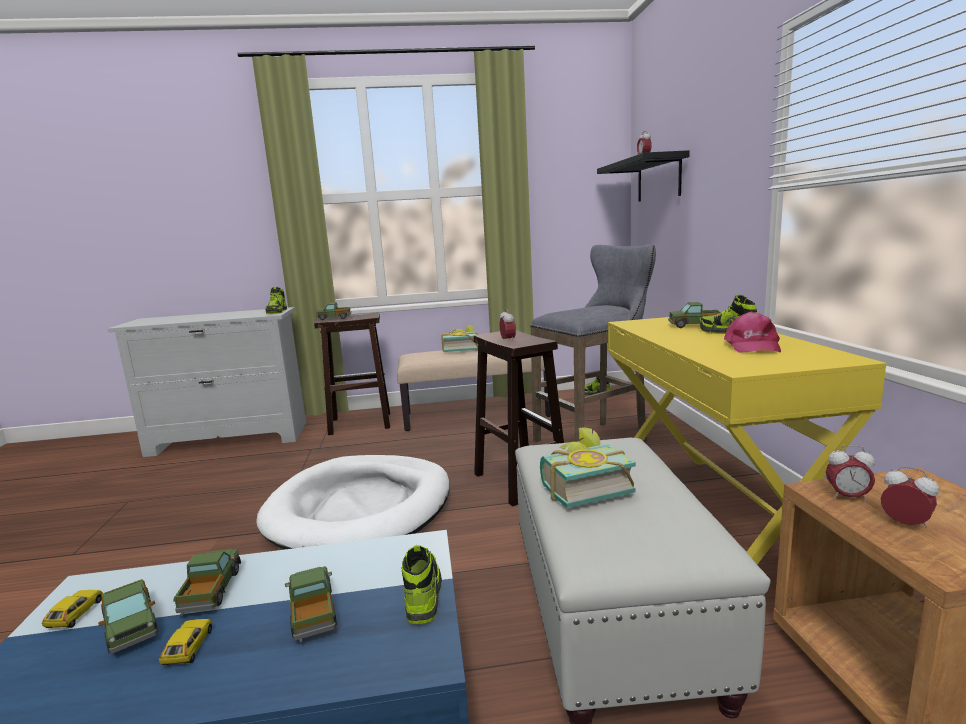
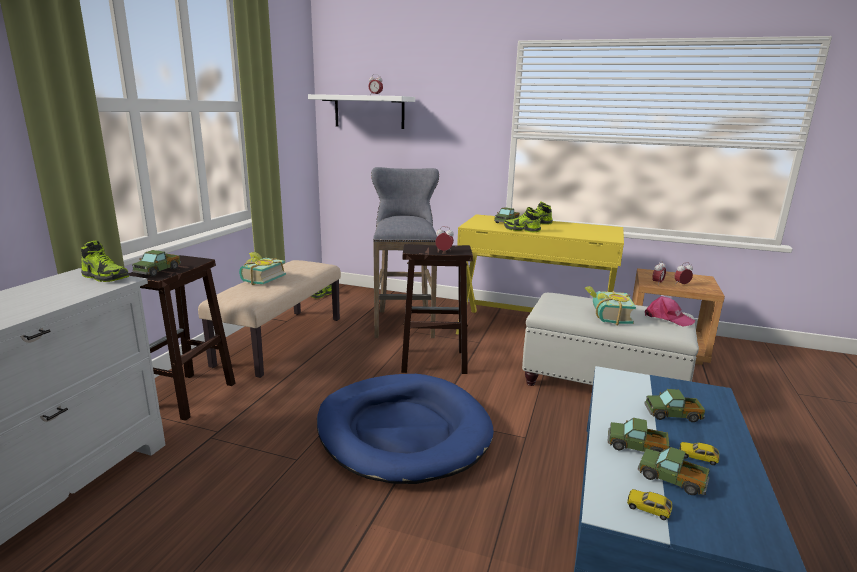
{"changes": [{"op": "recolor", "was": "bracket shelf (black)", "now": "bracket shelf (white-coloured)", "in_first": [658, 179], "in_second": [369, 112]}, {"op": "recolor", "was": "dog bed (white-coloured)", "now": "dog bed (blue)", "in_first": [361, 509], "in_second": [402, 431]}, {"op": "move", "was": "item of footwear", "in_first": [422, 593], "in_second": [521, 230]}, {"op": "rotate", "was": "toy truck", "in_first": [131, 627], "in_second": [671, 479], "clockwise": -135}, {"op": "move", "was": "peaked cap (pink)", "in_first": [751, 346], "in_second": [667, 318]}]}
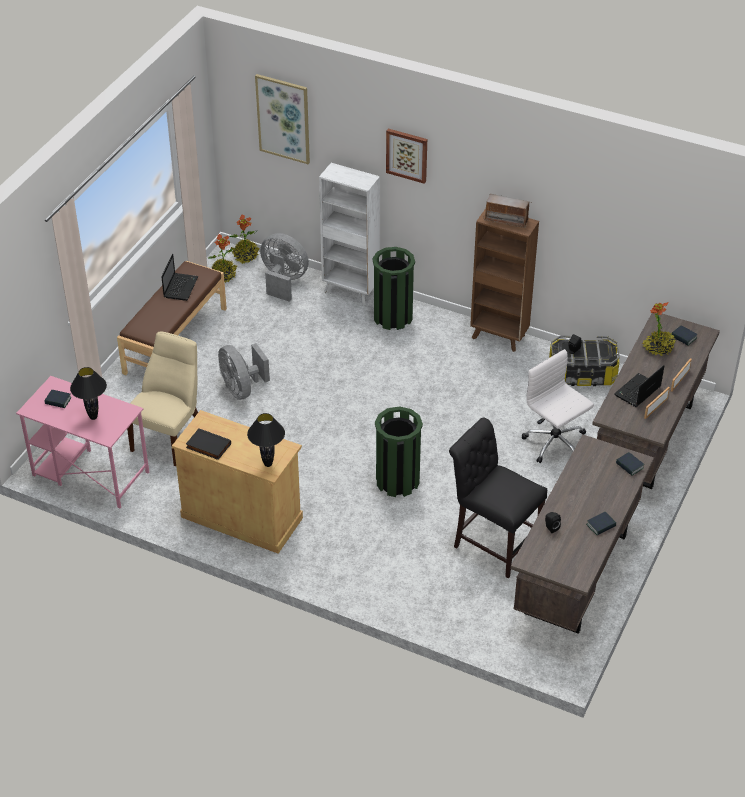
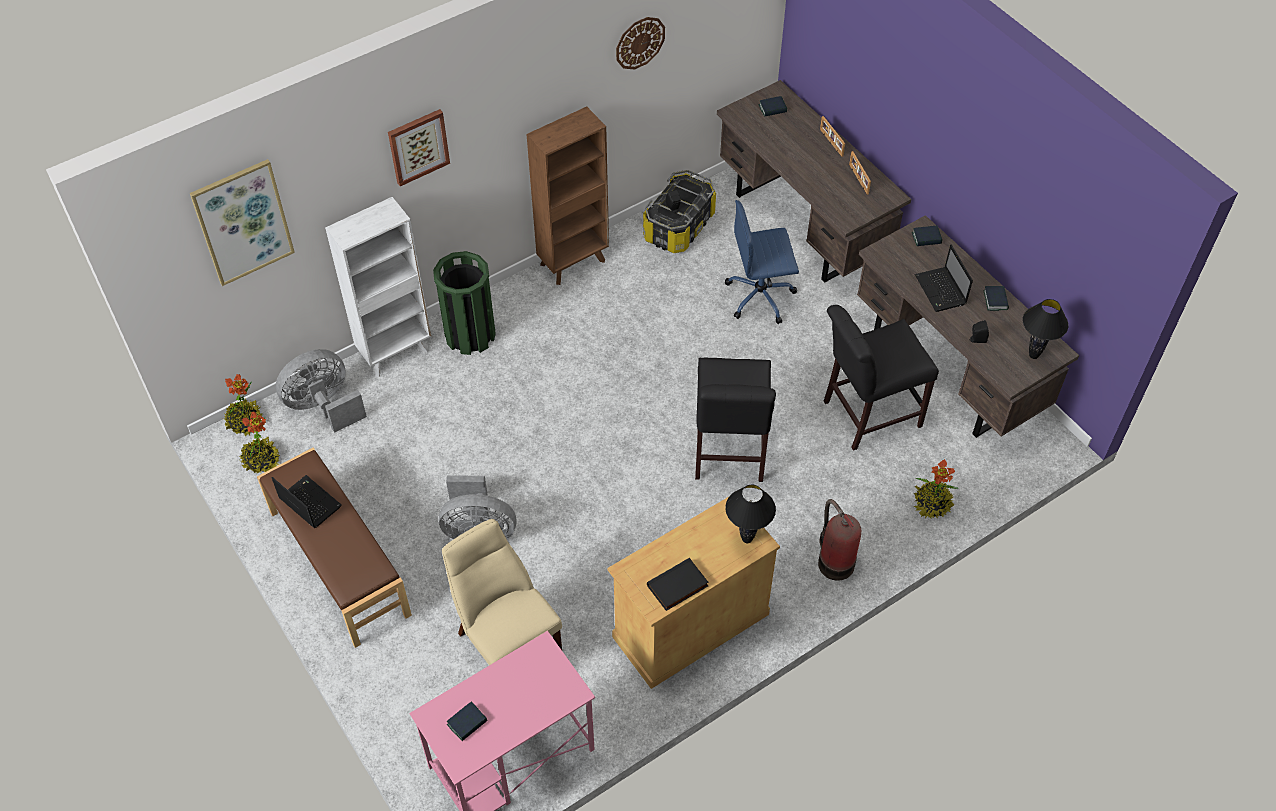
{"changes": [{"op": "insert", "now": "wall clock", "in_second": [640, 42]}, {"op": "replace", "was": "waste bin (green-coloured)", "now": "upright chair (black)", "in_first": [397, 481], "in_second": [728, 453]}, {"op": "recolor", "was": "computer chair (white-coloured)", "now": "computer chair (blue)", "in_first": [555, 443], "in_second": [761, 296]}, {"op": "insert", "now": "fire-fighting cylinder", "in_second": [834, 561]}, {"op": "move", "was": "houseplant", "in_first": [658, 347], "in_second": [932, 504]}, {"op": "move", "was": "laptop", "in_first": [637, 392], "in_second": [941, 291]}, {"op": "move", "was": "lamp for a table (black)", "in_first": [93, 417], "in_second": [1033, 355]}, {"op": "delete", "was": "radio receiver", "in_first": [506, 220]}]}
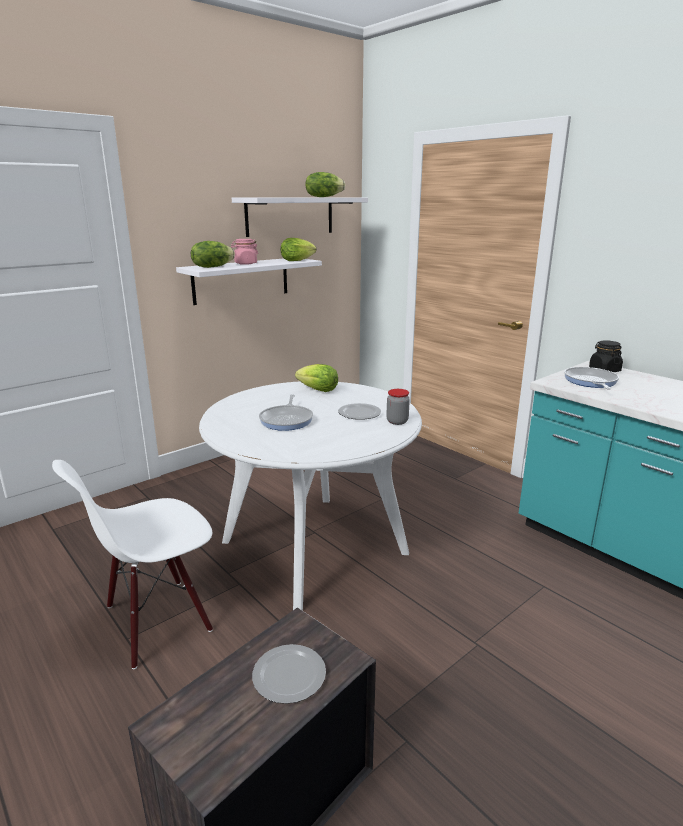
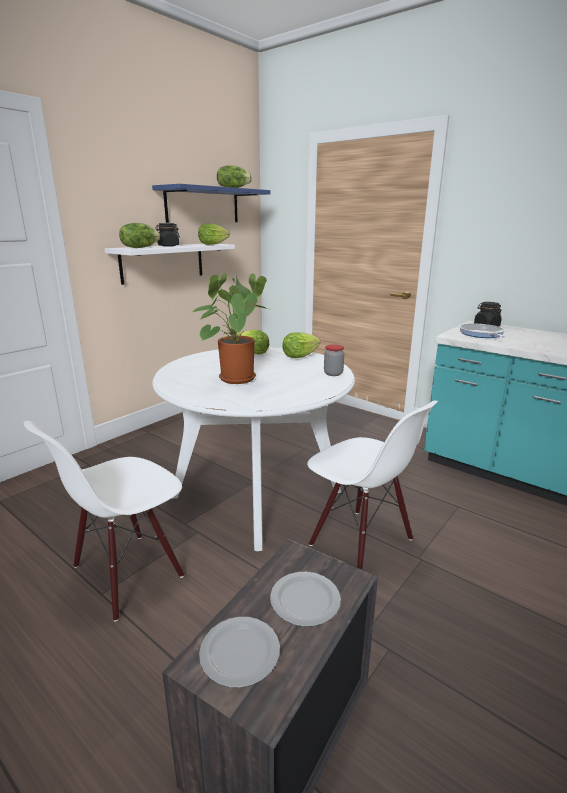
{"changes": [{"op": "recolor", "was": "bracket shelf (white-coloured)", "now": "bracket shelf (blue)", "in_first": [290, 216], "in_second": [203, 205]}, {"op": "recolor", "was": "preserve jar (pink)", "now": "preserve jar (black)", "in_first": [245, 263], "in_second": [168, 246]}, {"op": "replace", "was": "skillet", "now": "houseplant", "in_first": [287, 420], "in_second": [235, 377]}, {"op": "move", "was": "flat dish", "in_first": [358, 413], "in_second": [238, 652]}, {"op": "insert", "now": "lettuce", "in_second": [299, 356]}, {"op": "insert", "now": "upright chair (white-coloured)", "in_second": [360, 543]}]}
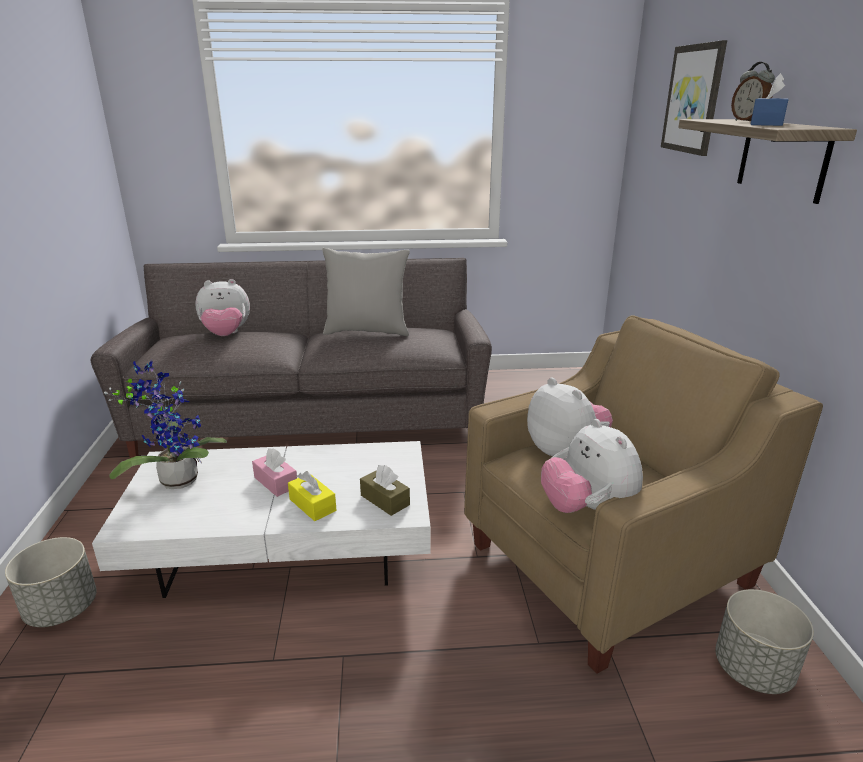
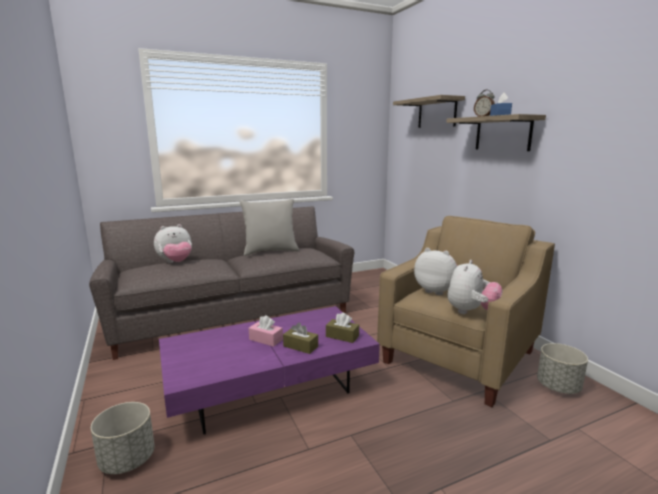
{"changes": [{"op": "recolor", "was": "lounge table (white-coloured)", "now": "lounge table (purple-coloured)", "in_first": [285, 549], "in_second": [270, 388]}, {"op": "recolor", "was": "box of tissues (yellow-coloured)", "now": "box of tissues (brown)", "in_first": [312, 505], "in_second": [300, 346]}, {"op": "replace", "was": "wall art", "now": "bracket shelf", "in_first": [693, 99], "in_second": [437, 113]}, {"op": "rotate", "was": "soft toy", "in_first": [587, 509], "in_second": [471, 312], "clockwise": -105}, {"op": "delete", "was": "houseplant", "in_first": [177, 478]}]}
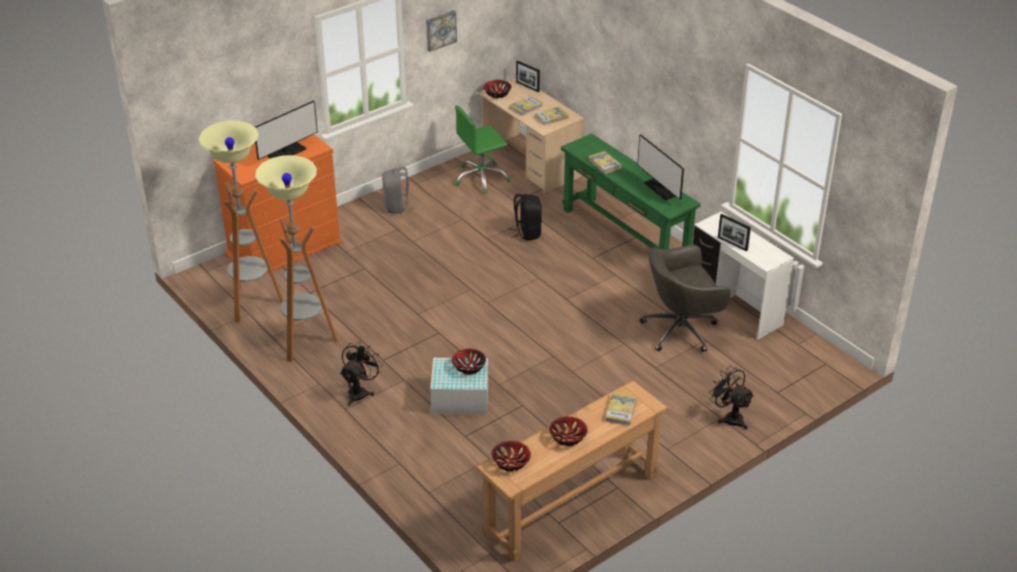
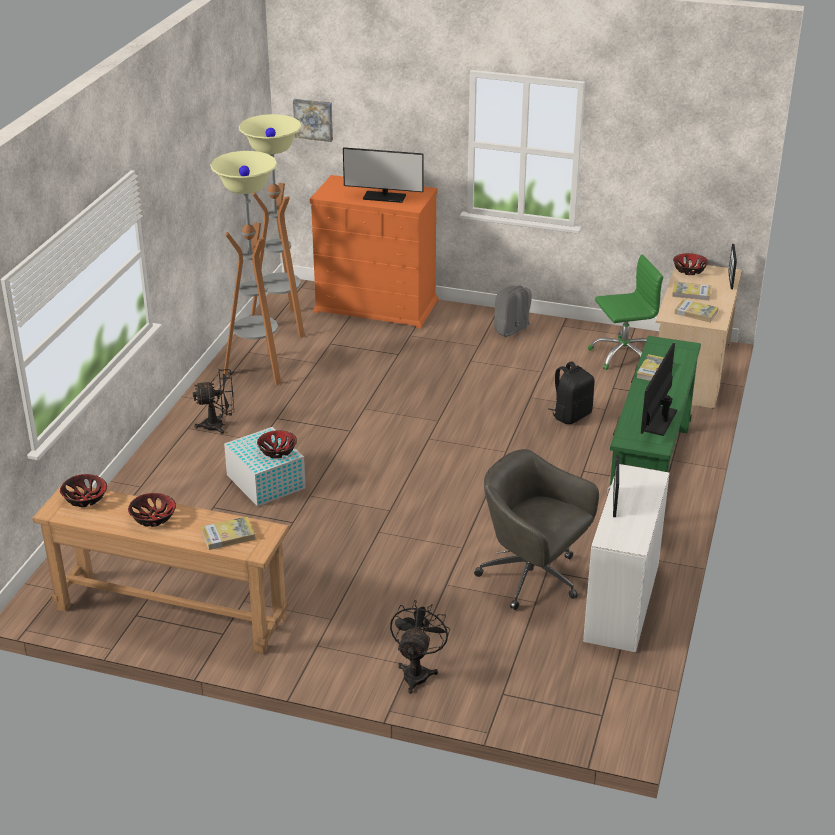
{"changes": [{"op": "move", "was": "wall art", "in_first": [440, 30], "in_second": [313, 119]}, {"op": "rotate", "was": "computer chair (green-coloured)", "in_first": [481, 178], "in_second": [623, 355], "clockwise": 135}]}
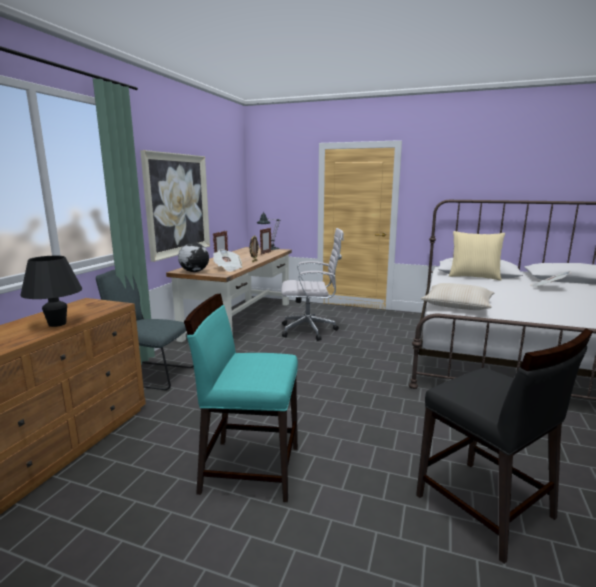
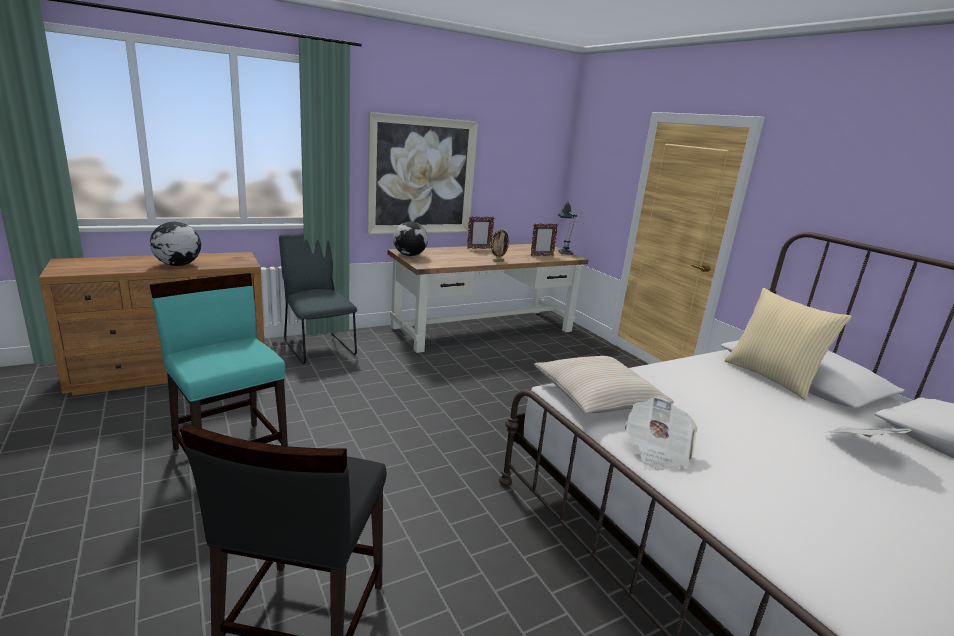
{"changes": [{"op": "replace", "was": "lamp for a table (black)", "now": "globe", "in_first": [57, 324], "in_second": [177, 265]}, {"op": "move", "was": "printed paper", "in_first": [228, 268], "in_second": [656, 451]}, {"op": "delete", "was": "computer chair (white-coloured)", "in_first": [311, 330]}]}
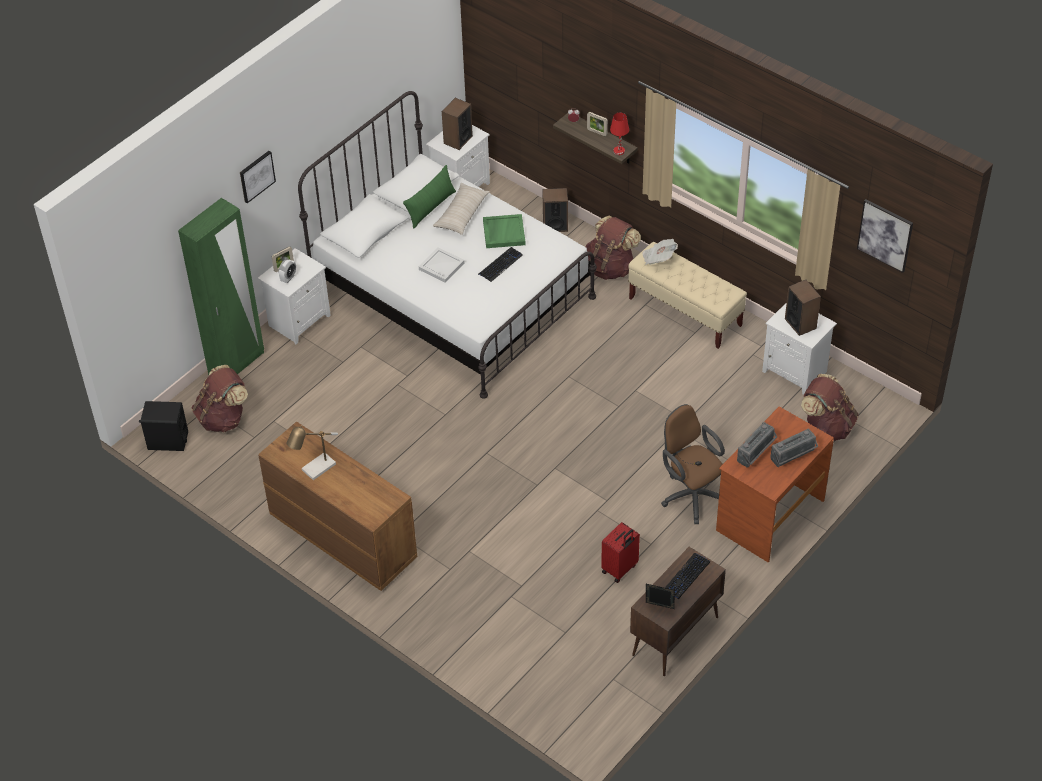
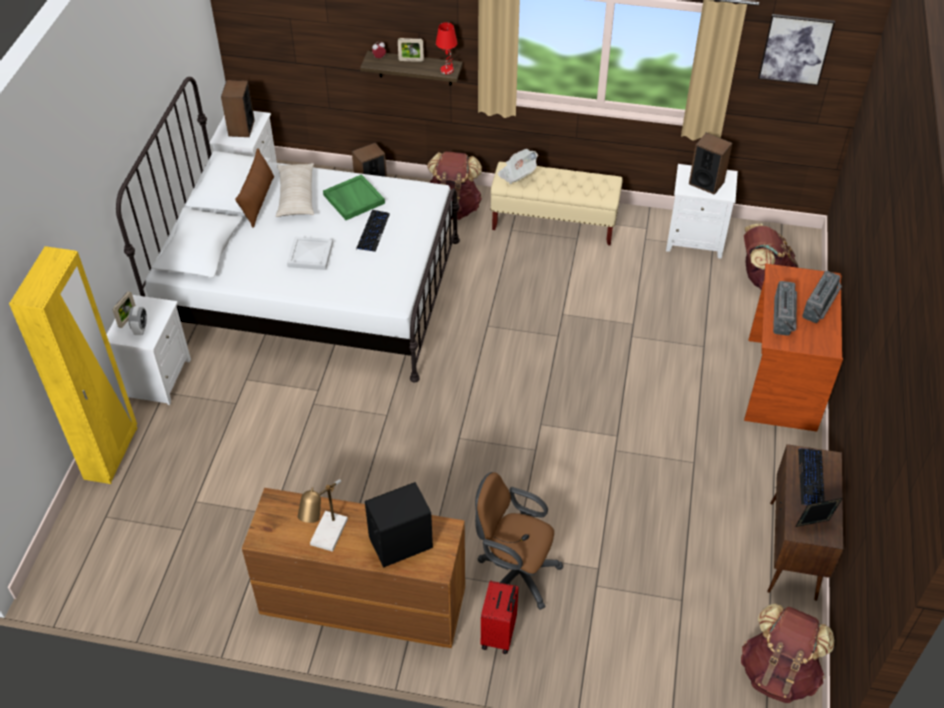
{"changes": [{"op": "recolor", "was": "wardrobe (green-coloured)", "now": "wardrobe (yellow-coloured)", "in_first": [237, 364], "in_second": [112, 453]}, {"op": "recolor", "was": "pillow (green-coloured)", "now": "pillow (brown)", "in_first": [431, 207], "in_second": [258, 201]}, {"op": "move", "was": "audio speaker (black)", "in_first": [167, 441], "in_second": [400, 543]}, {"op": "move", "was": "computer chair (brown)", "in_first": [691, 494], "in_second": [514, 573]}, {"op": "move", "was": "piece of luggage (red)", "in_first": [620, 569], "in_second": [499, 635]}, {"op": "move", "was": "rucksack (brown)", "in_first": [223, 418], "in_second": [778, 673]}, {"op": "delete", "was": "wall art", "in_first": [256, 176]}]}
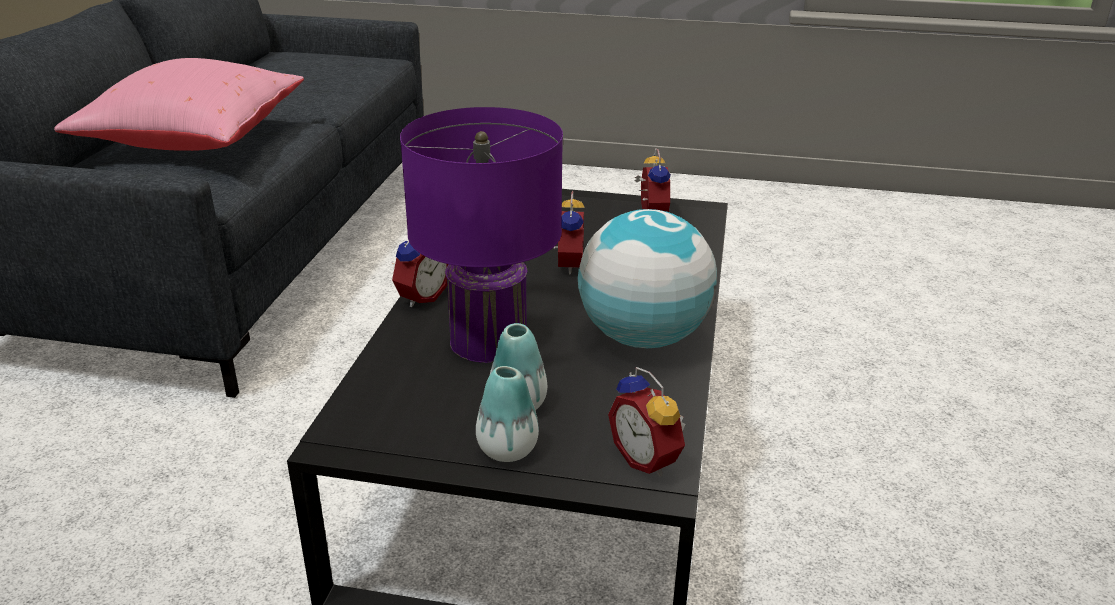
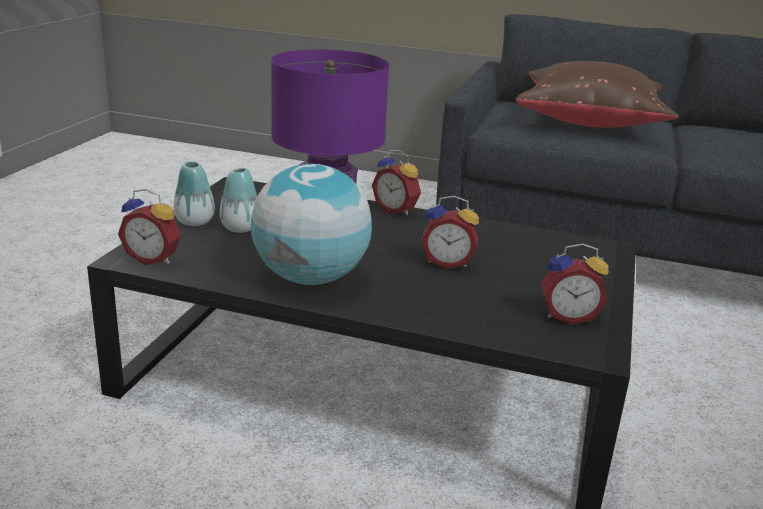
{"changes": [{"op": "rotate", "was": "alarm clock", "in_first": [648, 459], "in_second": [154, 258], "clockwise": -135}, {"op": "recolor", "was": "pillow (pink)", "now": "pillow (brown)", "in_first": [193, 141], "in_second": [590, 122]}]}
